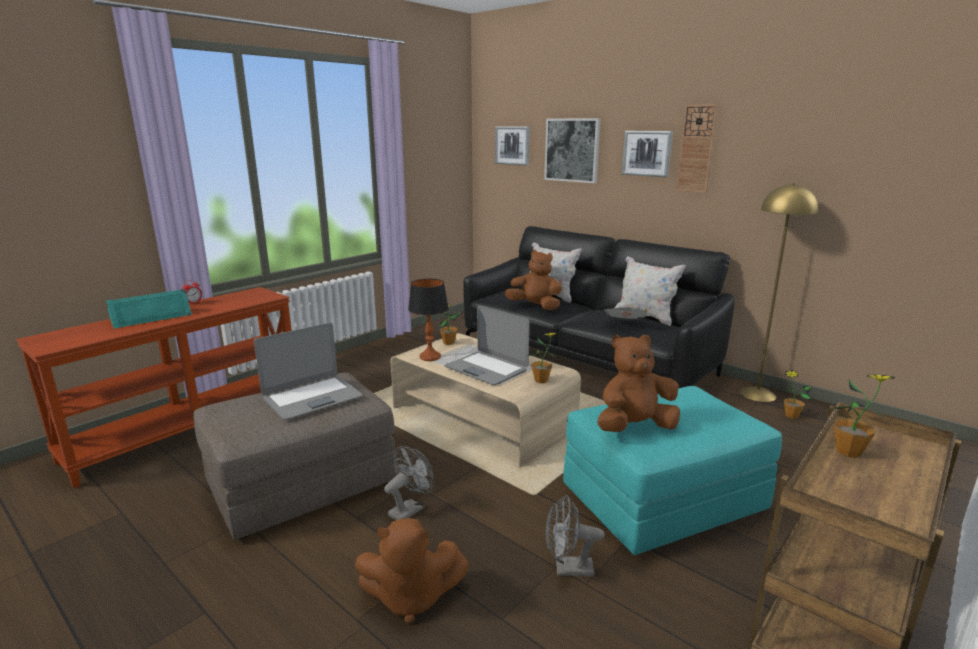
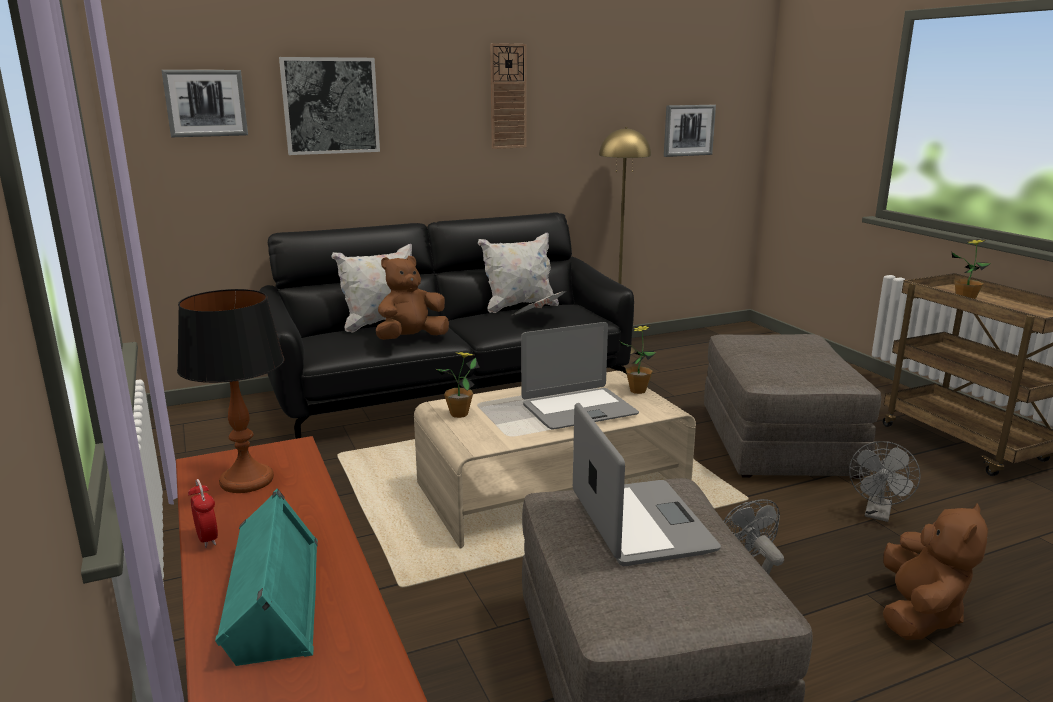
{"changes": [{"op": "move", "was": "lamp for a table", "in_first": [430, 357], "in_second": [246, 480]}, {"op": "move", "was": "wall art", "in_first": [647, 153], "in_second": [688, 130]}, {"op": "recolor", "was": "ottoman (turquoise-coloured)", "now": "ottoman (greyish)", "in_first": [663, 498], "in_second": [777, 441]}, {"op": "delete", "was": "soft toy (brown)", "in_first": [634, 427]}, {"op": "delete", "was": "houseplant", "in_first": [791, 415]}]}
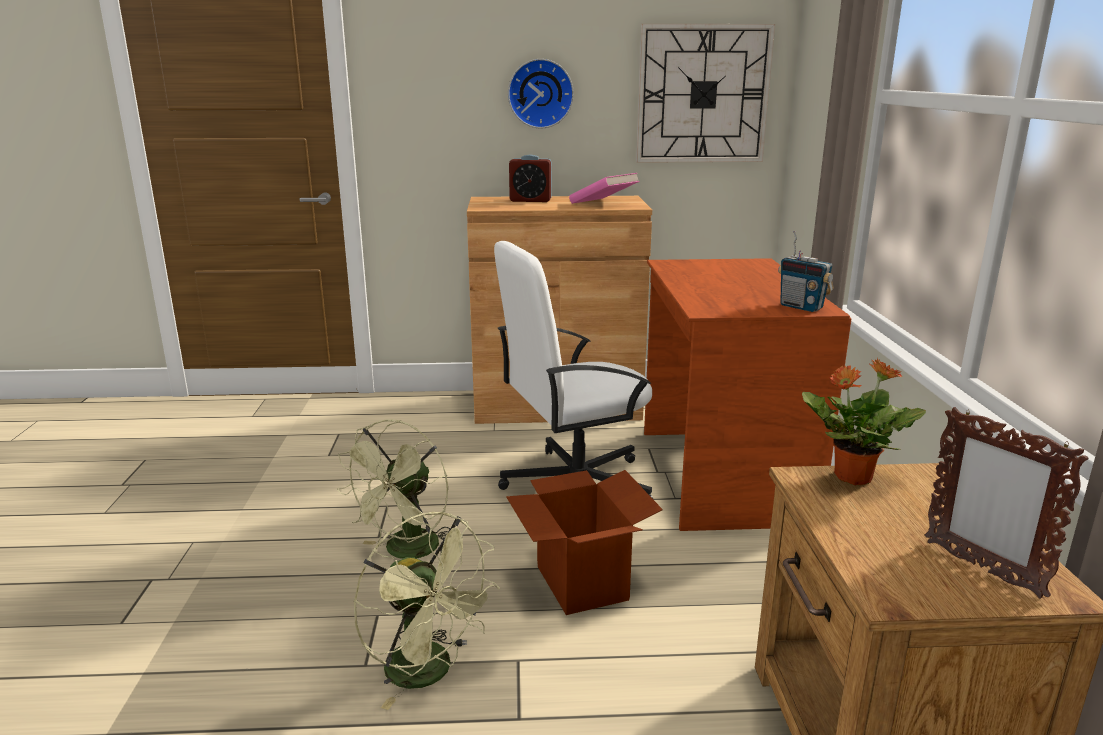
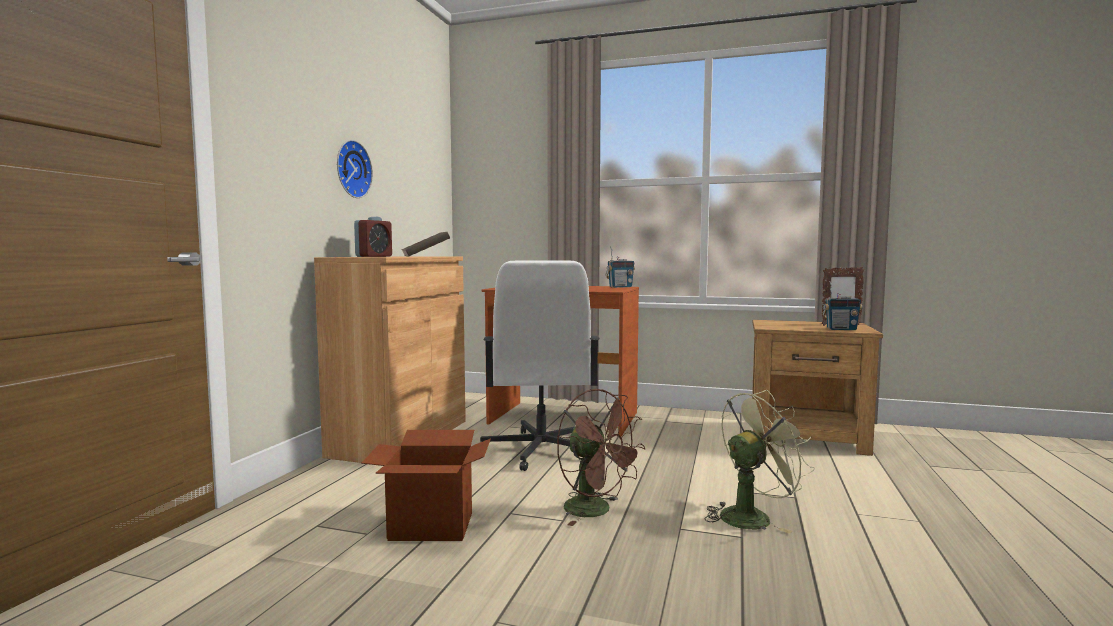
{"changes": [{"op": "move", "was": "cardboard box", "in_first": [581, 582], "in_second": [430, 527]}, {"op": "recolor", "was": "book (pink)", "now": "book (brown)", "in_first": [603, 204], "in_second": [425, 256]}, {"op": "recolor", "was": "cooling fan (green-coloured)", "now": "cooling fan (brown)", "in_first": [406, 552], "in_second": [596, 511]}, {"op": "insert", "now": "radio receiver", "in_second": [841, 329]}, {"op": "delete", "was": "wall clock", "in_first": [702, 94]}, {"op": "delete", "was": "houseplant", "in_first": [851, 477]}]}
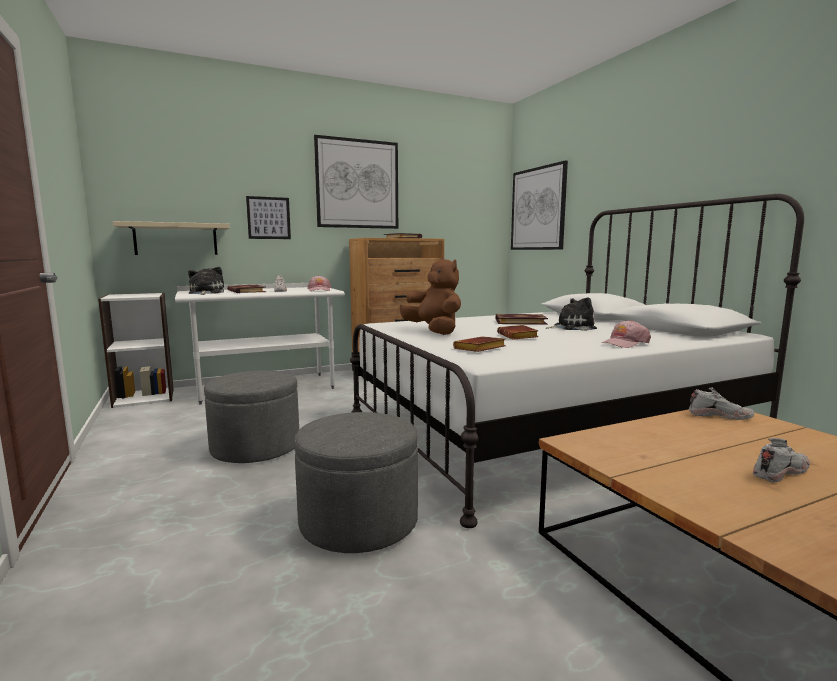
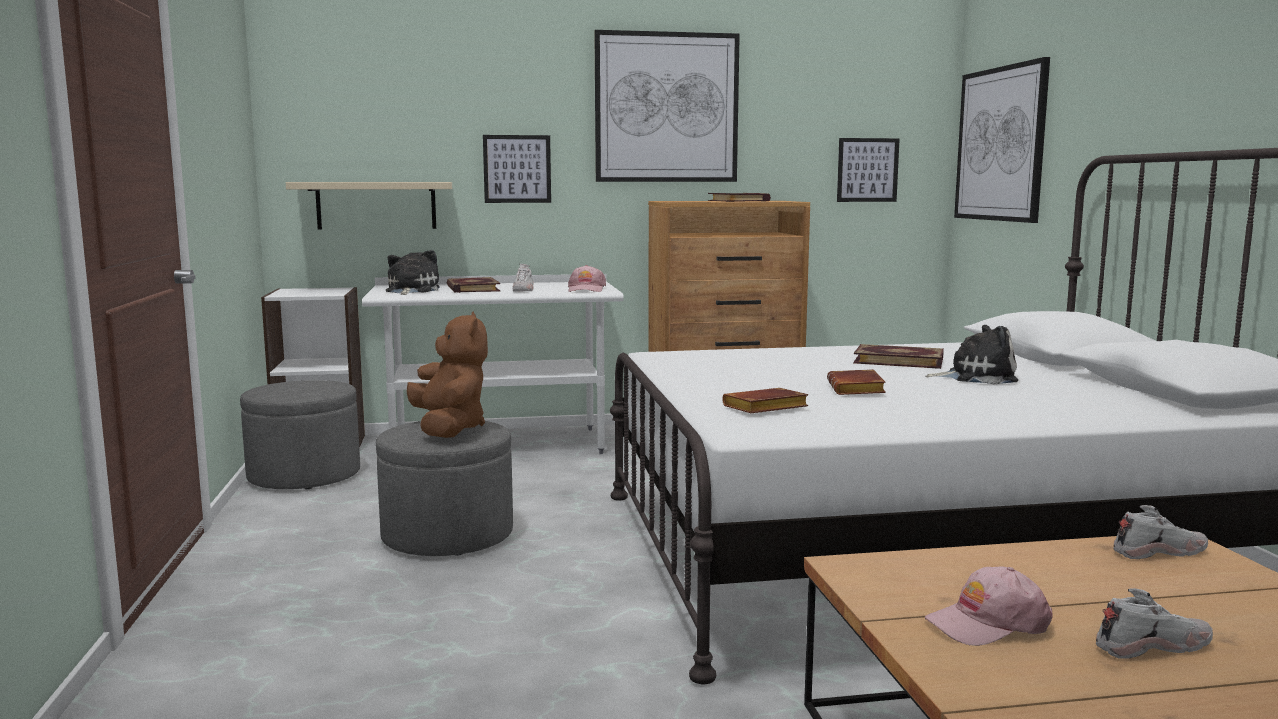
{"changes": [{"op": "move", "was": "ottoman (greyish)", "in_first": [359, 521], "in_second": [304, 475]}, {"op": "move", "was": "soft toy (brown)", "in_first": [434, 331], "in_second": [449, 428]}, {"op": "insert", "now": "wall art", "in_second": [867, 170]}, {"op": "move", "was": "peaked cap (pink)", "in_first": [624, 343], "in_second": [987, 623]}, {"op": "rotate", "was": "item of footwear (white-coloured)", "in_first": [719, 415], "in_second": [1158, 551], "clockwise": -45}]}
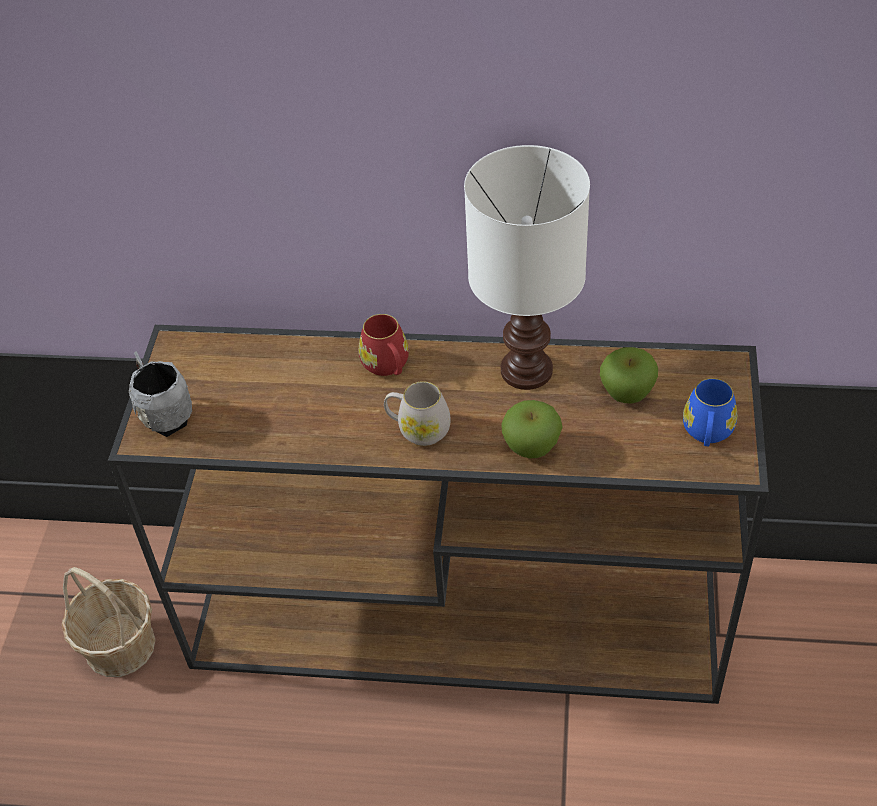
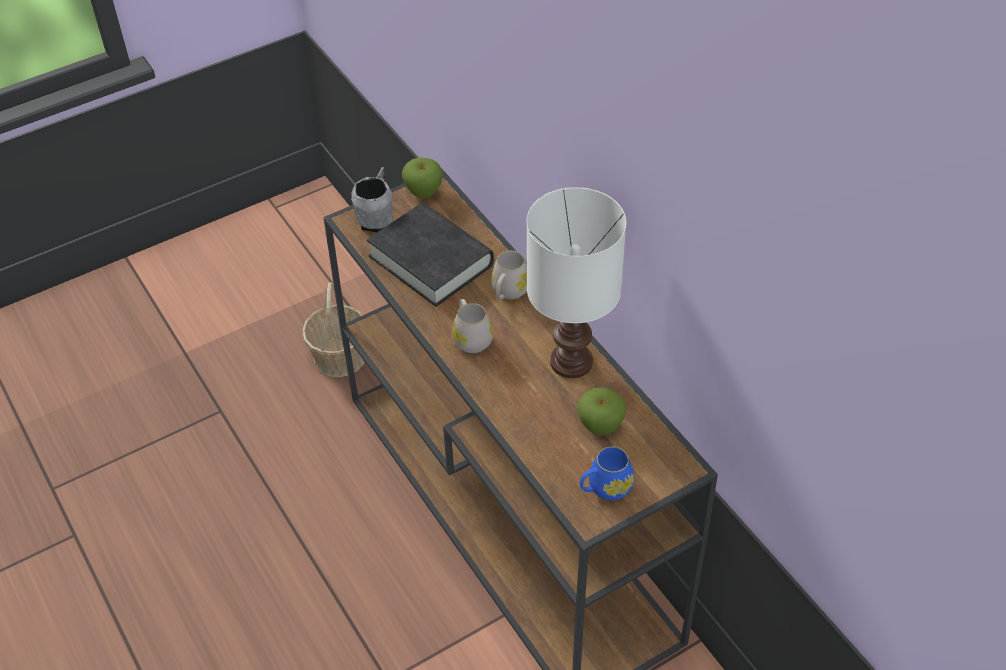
{"changes": [{"op": "insert", "now": "book (black)", "in_second": [431, 261]}, {"op": "move", "was": "apple fruit", "in_first": [531, 448], "in_second": [423, 192]}, {"op": "recolor", "was": "mug (red)", "now": "mug (white-coloured)", "in_first": [388, 366], "in_second": [508, 292]}]}
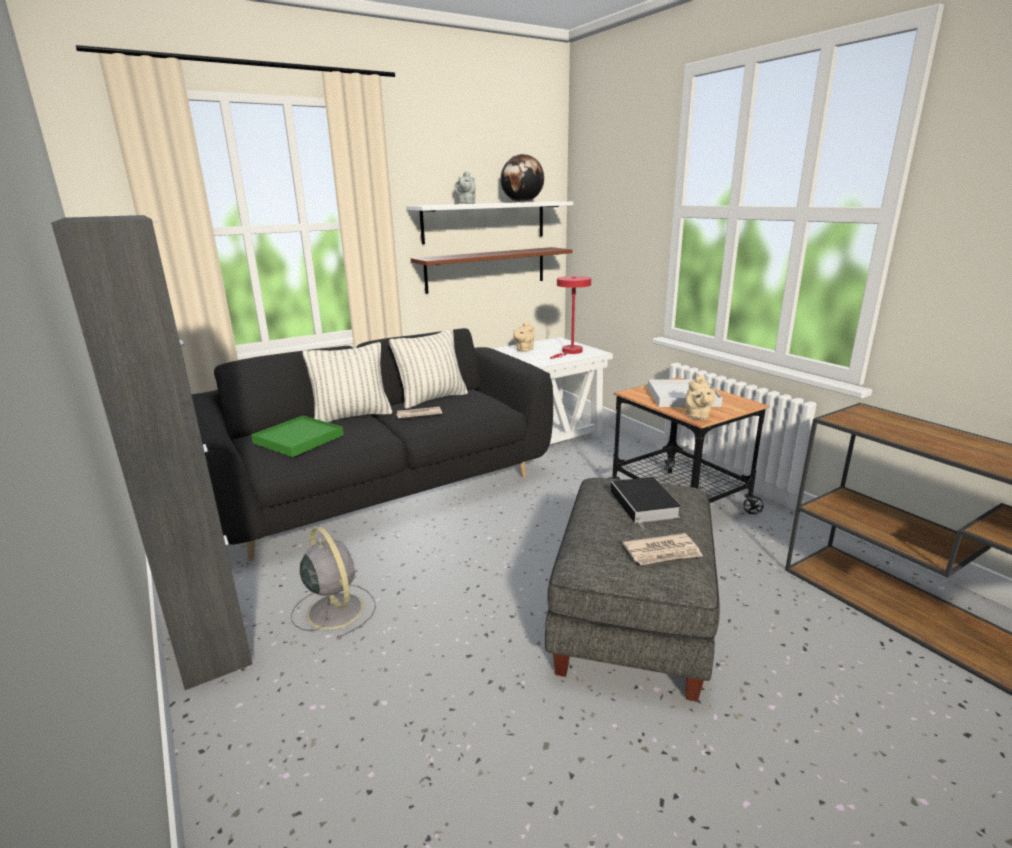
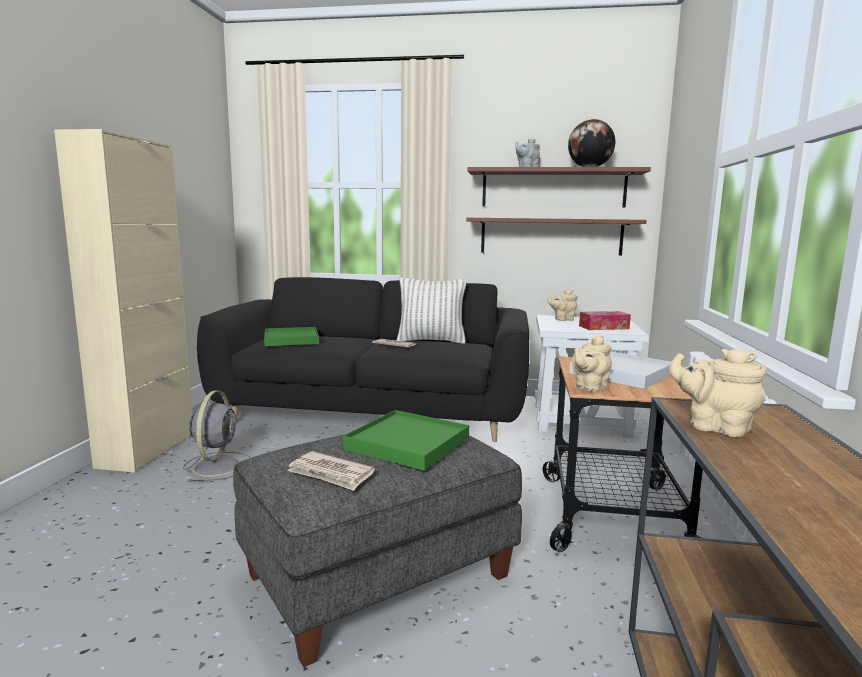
{"changes": [{"op": "recolor", "was": "cupboard (black)", "now": "cupboard (beige)", "in_first": [210, 636], "in_second": [147, 450]}, {"op": "replace", "was": "book", "now": "tray (green-coloured)", "in_first": [645, 505], "in_second": [408, 443]}, {"op": "recolor", "was": "bracket shelf (white-coloured)", "now": "bracket shelf (brown)", "in_first": [484, 221], "in_second": [553, 188]}, {"op": "replace", "was": "lamp for a table (red)", "now": "box of tissues", "in_first": [570, 352], "in_second": [603, 327]}, {"op": "insert", "now": "pot for tea (beige)", "in_second": [714, 427]}, {"op": "delete", "was": "pillow", "in_first": [352, 416]}]}
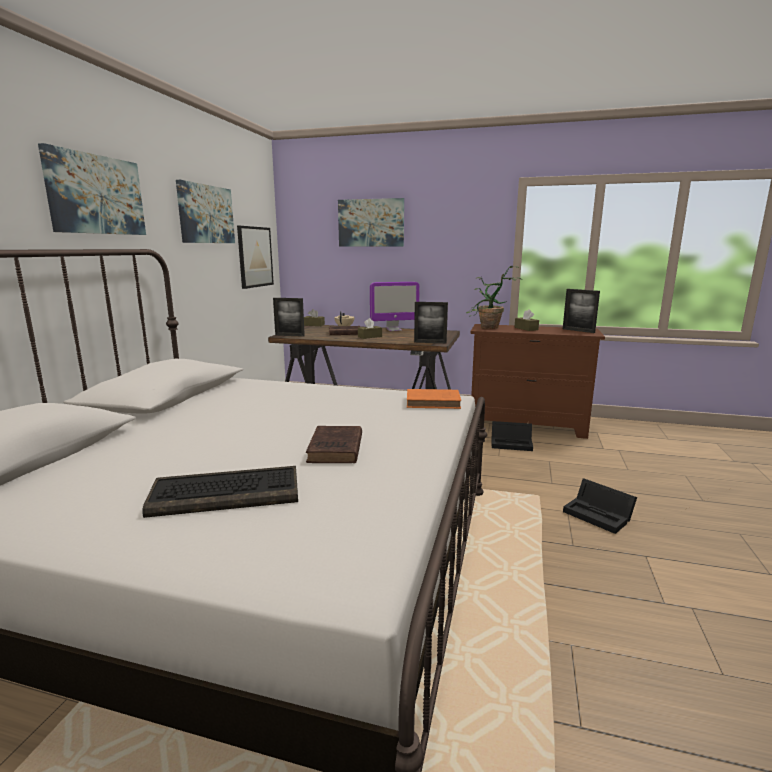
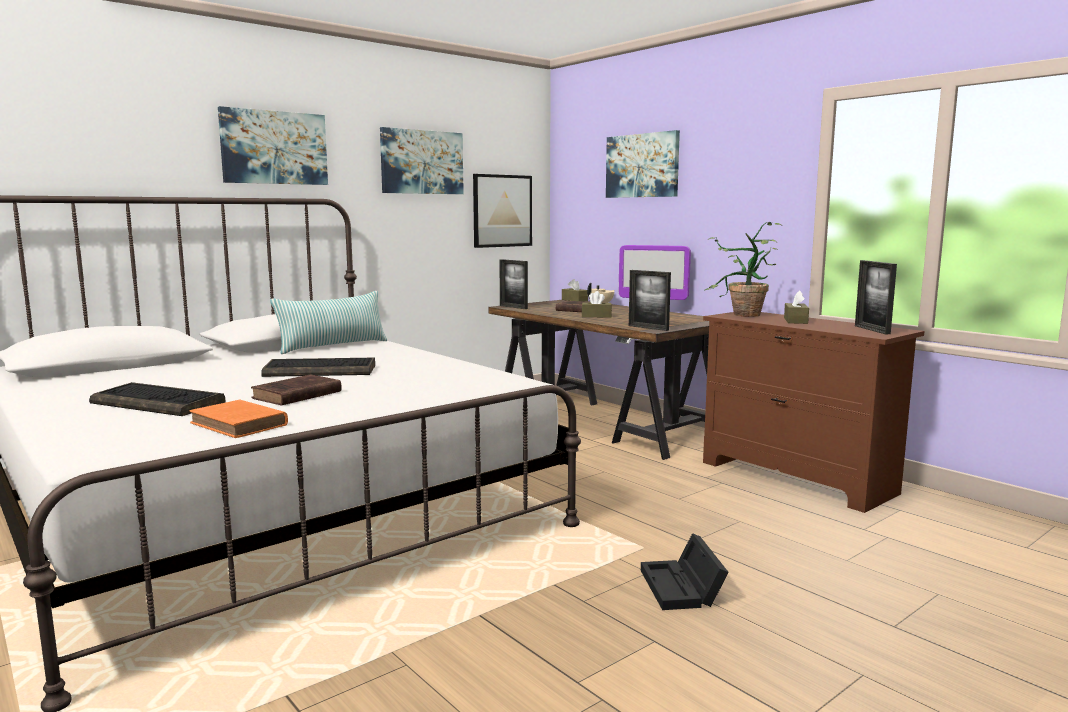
{"changes": [{"op": "move", "was": "book (orange)", "in_first": [434, 402], "in_second": [240, 425]}, {"op": "insert", "now": "keyboard", "in_second": [321, 370]}, {"op": "insert", "now": "pillow", "in_second": [333, 346]}, {"op": "delete", "was": "storage bin (black)", "in_first": [512, 443]}]}
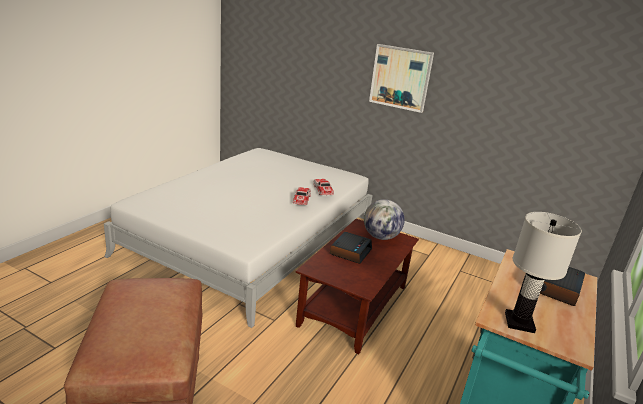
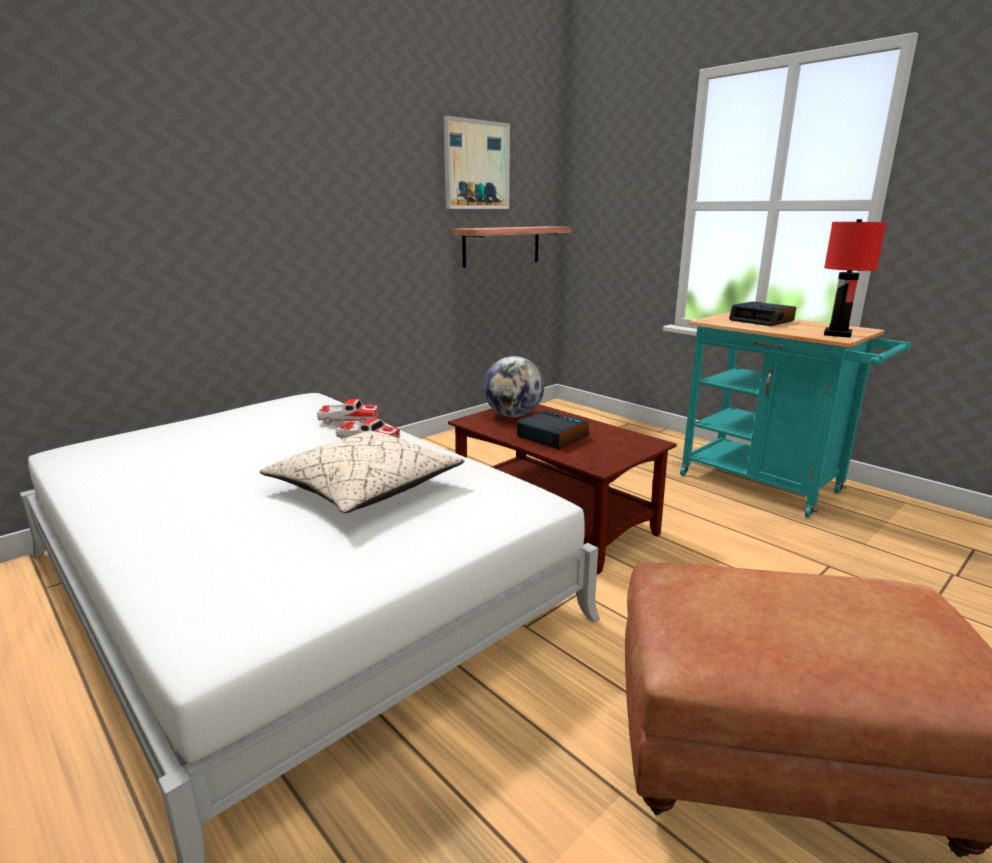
{"changes": [{"op": "insert", "now": "pillow (beige)", "in_second": [364, 489]}, {"op": "move", "was": "wall art", "in_first": [400, 78], "in_second": [476, 165]}, {"op": "insert", "now": "bracket shelf", "in_second": [501, 246]}, {"op": "recolor", "was": "lamp for a table (white-coloured)", "now": "lamp for a table (red)", "in_first": [518, 322], "in_second": [837, 334]}]}
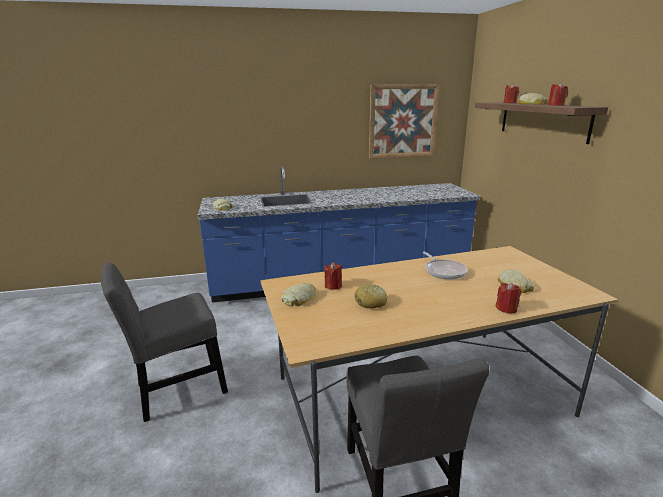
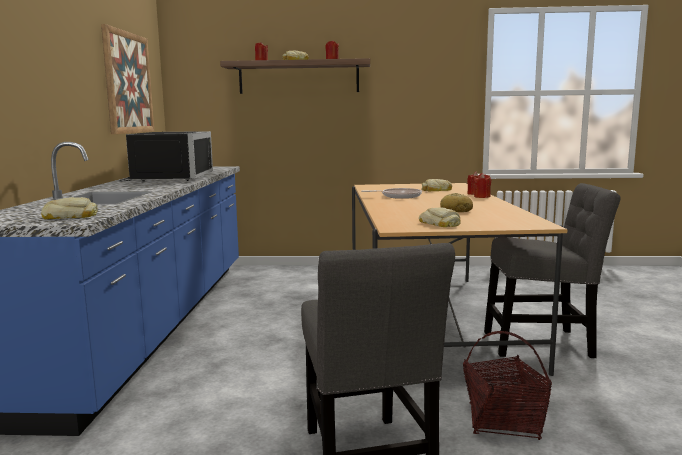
{"changes": [{"op": "insert", "now": "microwave (black)", "in_second": [167, 178]}, {"op": "insert", "now": "basket", "in_second": [503, 422]}, {"op": "move", "was": "wax candle (red)", "in_first": [333, 286], "in_second": [482, 197]}]}
